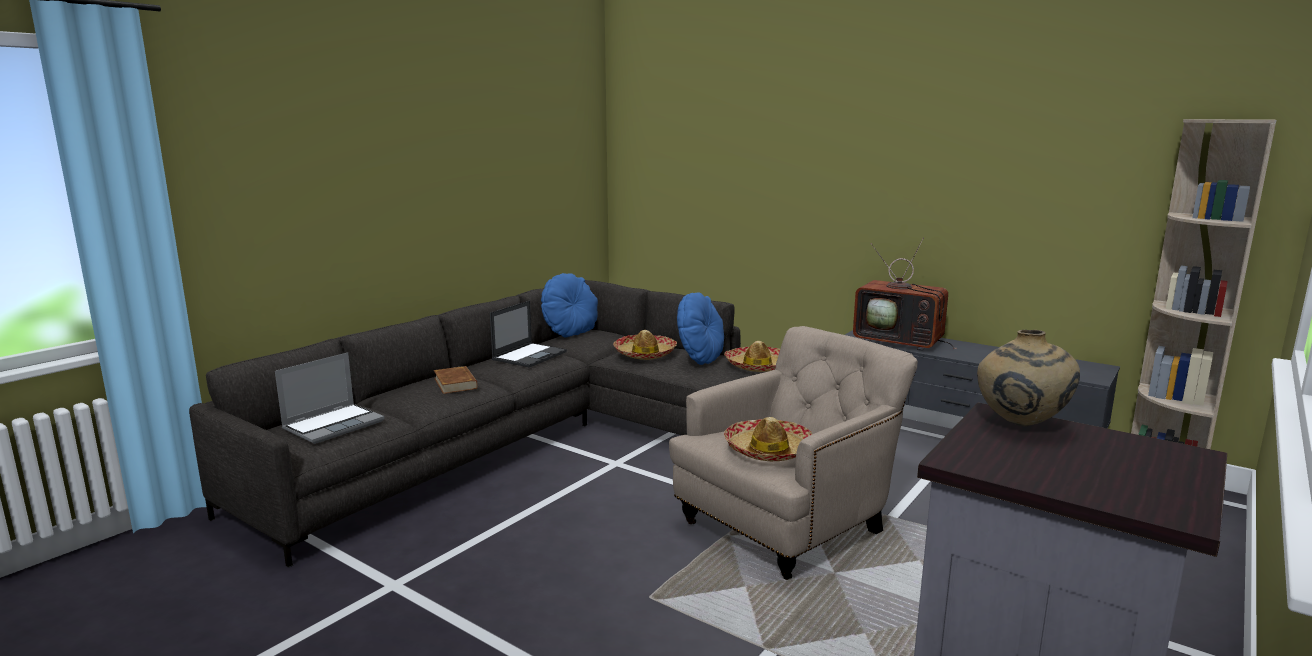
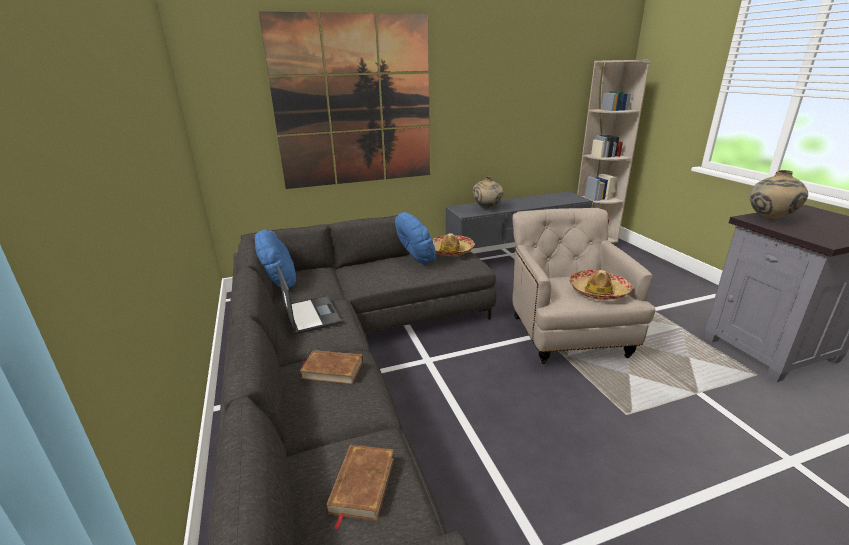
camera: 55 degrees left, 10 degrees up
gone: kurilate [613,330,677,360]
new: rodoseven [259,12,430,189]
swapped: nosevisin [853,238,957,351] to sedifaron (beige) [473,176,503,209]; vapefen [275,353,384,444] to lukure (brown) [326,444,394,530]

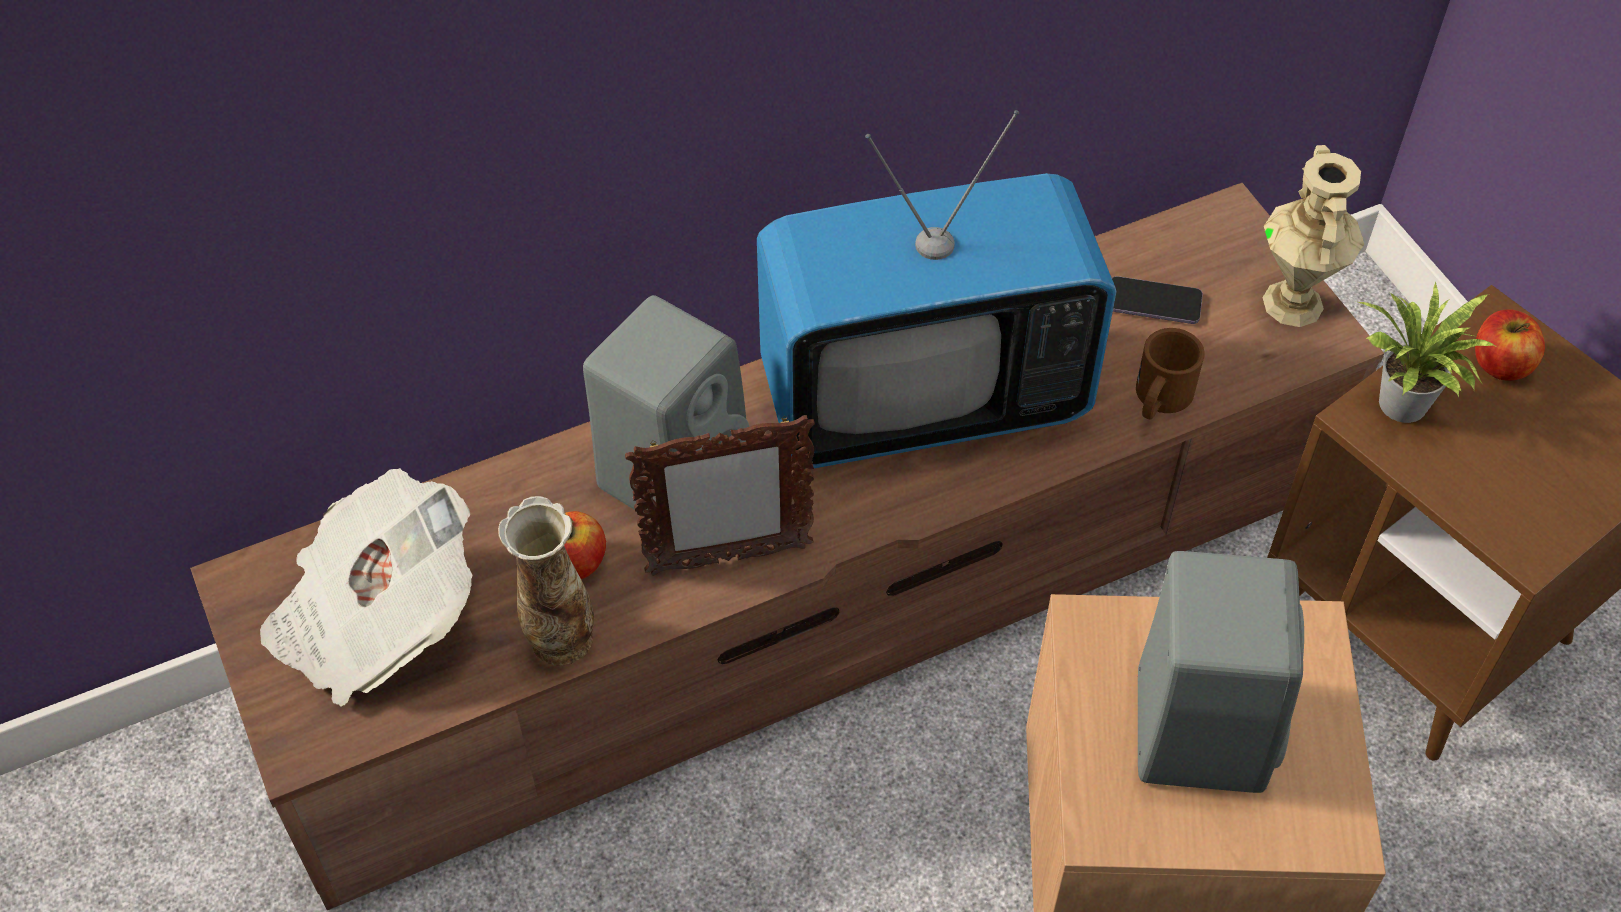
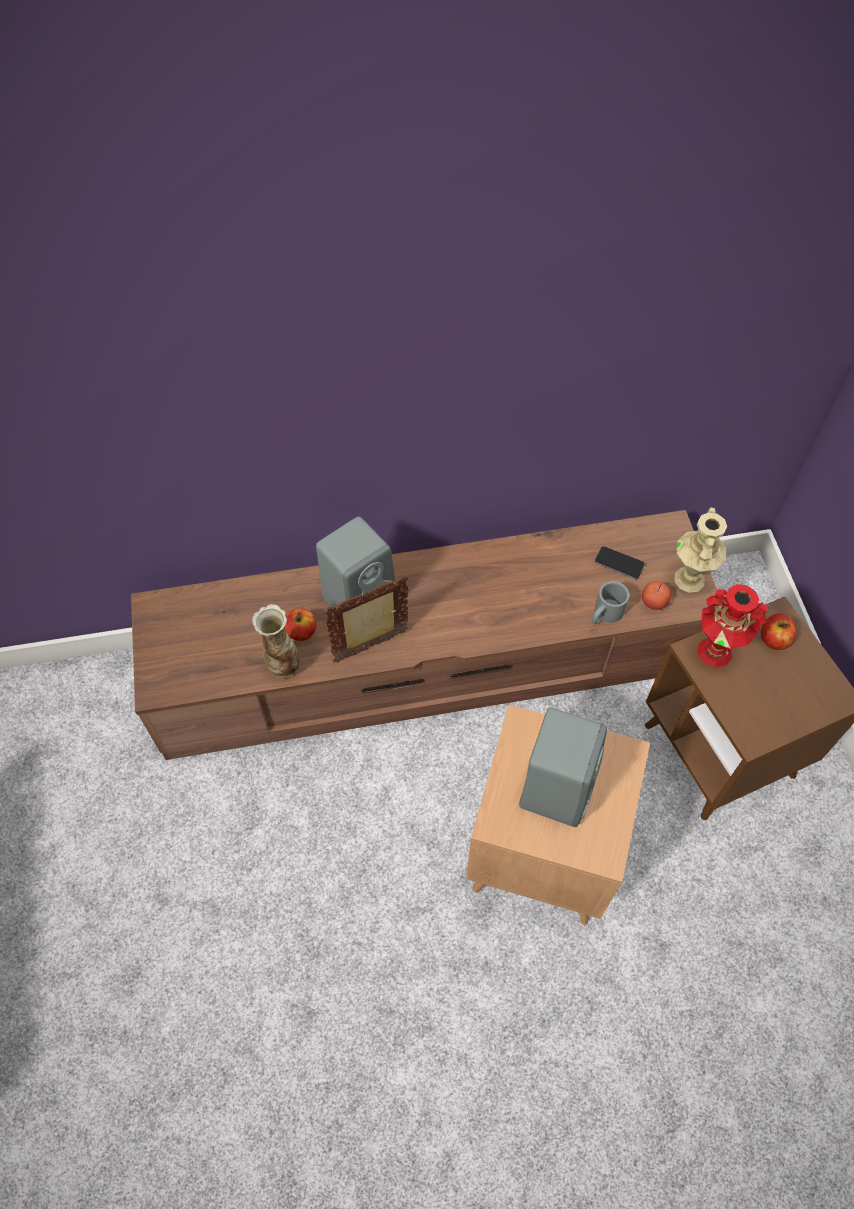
camera: 15 degrees right, 5 degrees up
gone: nosevisin [757,110,1117,469]; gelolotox [260,468,473,706]
new: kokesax [642,581,671,610]
swapped: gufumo [1356,282,1495,423] to sedifaron (red) [697,584,768,667]
repainted: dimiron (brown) [1136,328,1205,420] to dimiron (grey) [592,581,630,624]
rotated: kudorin [625,415,815,576] = [324,576,409,662] 150 degrees clockwise

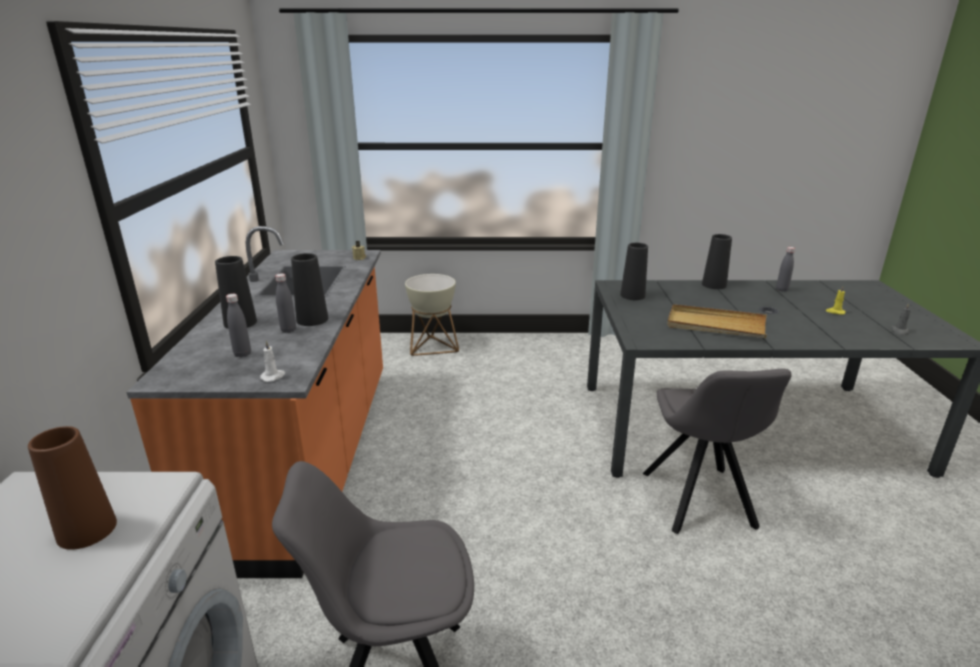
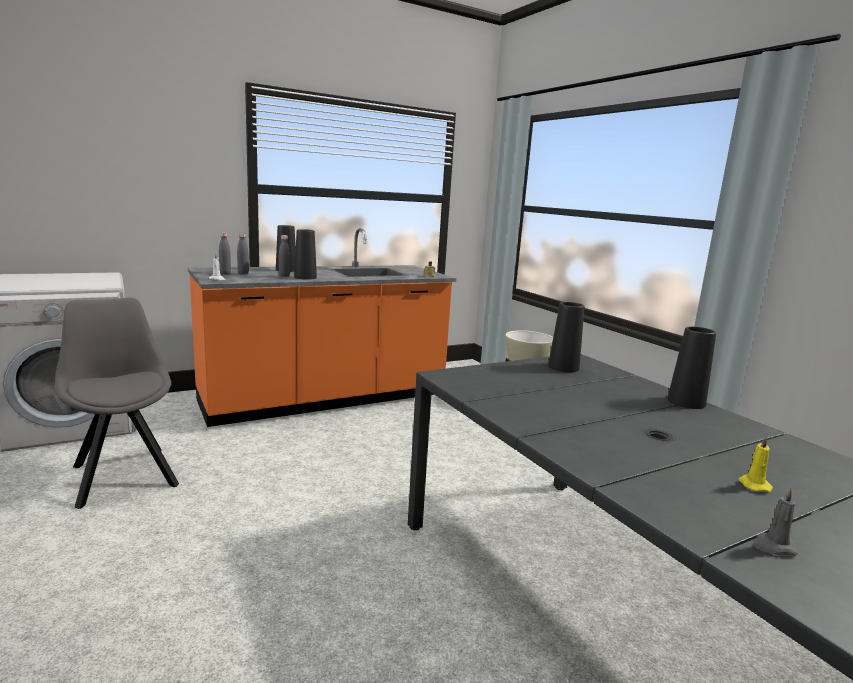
camera: 60 degrees right, 10 degrees down
gone: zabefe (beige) [667,304,767,338]; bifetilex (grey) [643,369,792,534]; sedifaron (brown) [28,426,117,550]
shifted: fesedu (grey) [776,247,795,292] to [219,232,231,275]

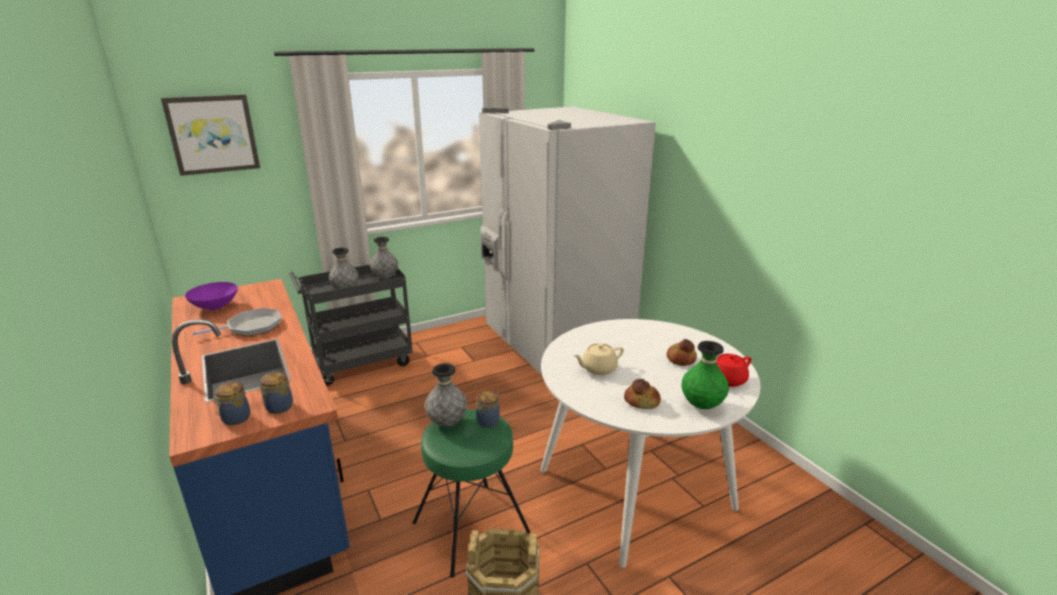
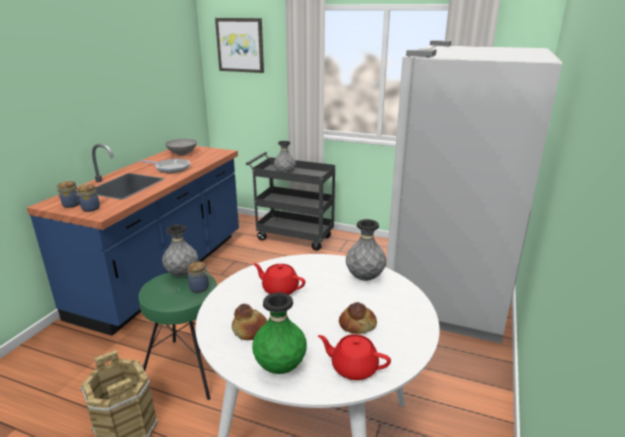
camera: 50 degrees right, 0 degrees up
shifted: sedifaron (grey) [370,237,398,279] to [346,219,386,281]
repainted: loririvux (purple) [185,282,238,310] to loririvux (grey) [165,139,197,155]; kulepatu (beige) [574,343,624,375] to kulepatu (red) [253,263,305,295]

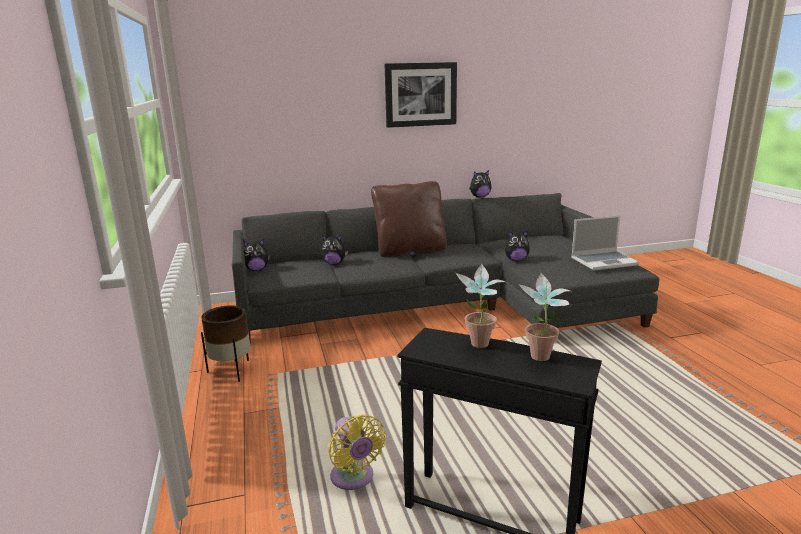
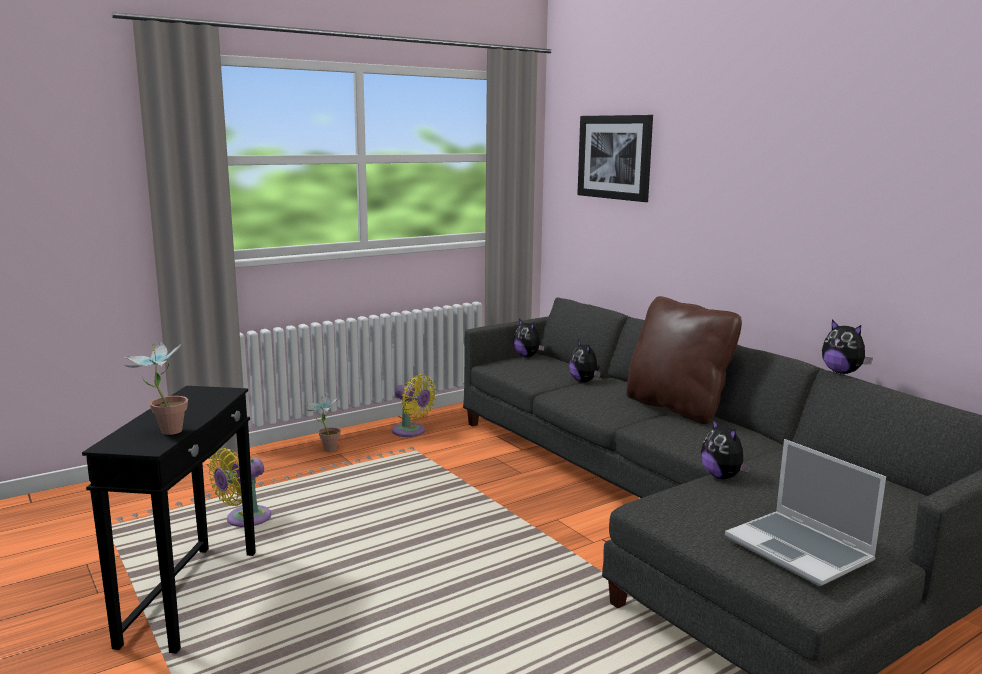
camera: 70 degrees right, 5 degrees down
shifted: rodoseven [385,62,457,128] to [577,115,653,202]; gufumo [456,263,507,348] to [305,394,341,452]
swapped: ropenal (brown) [201,306,251,382] to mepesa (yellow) [392,374,436,437]

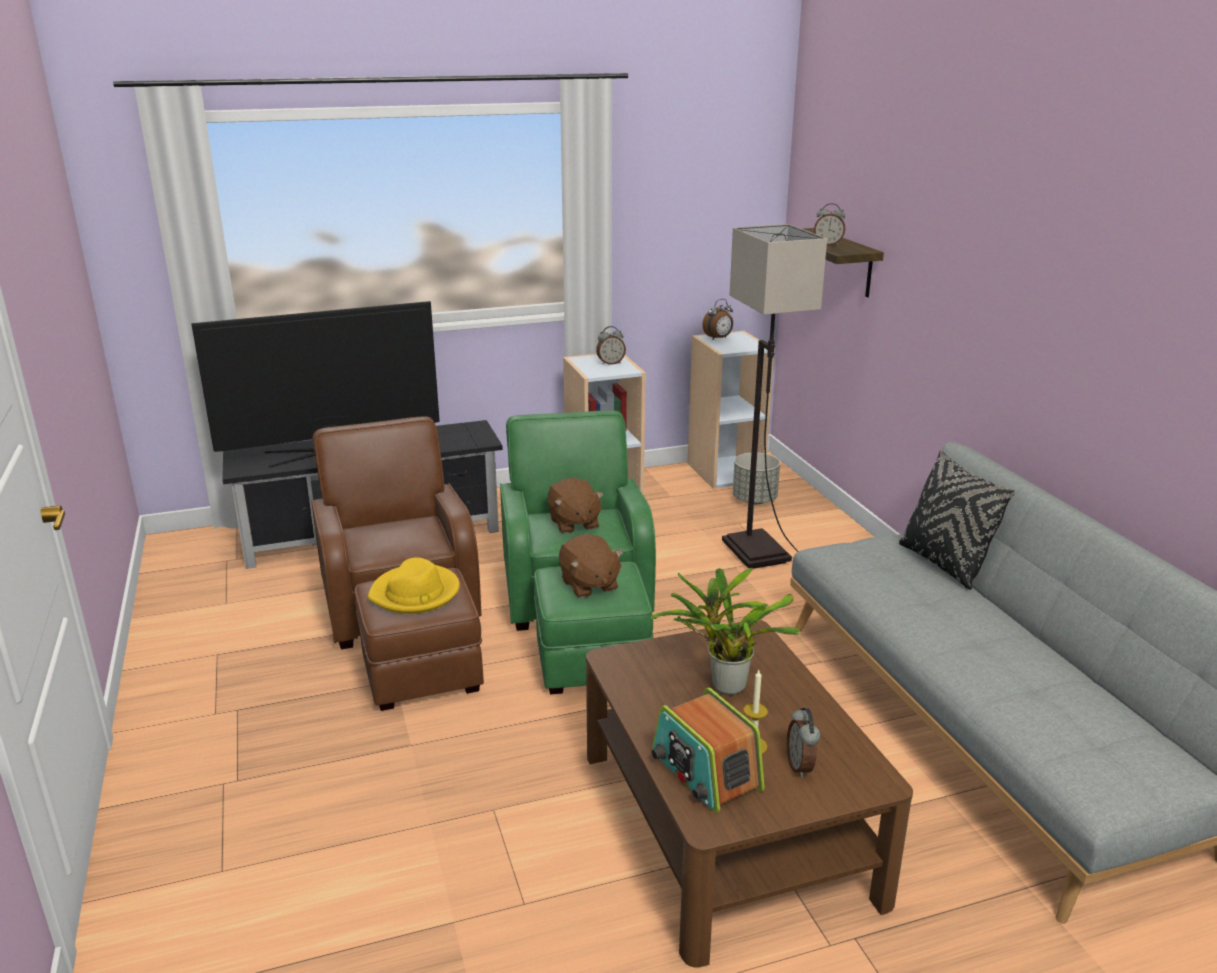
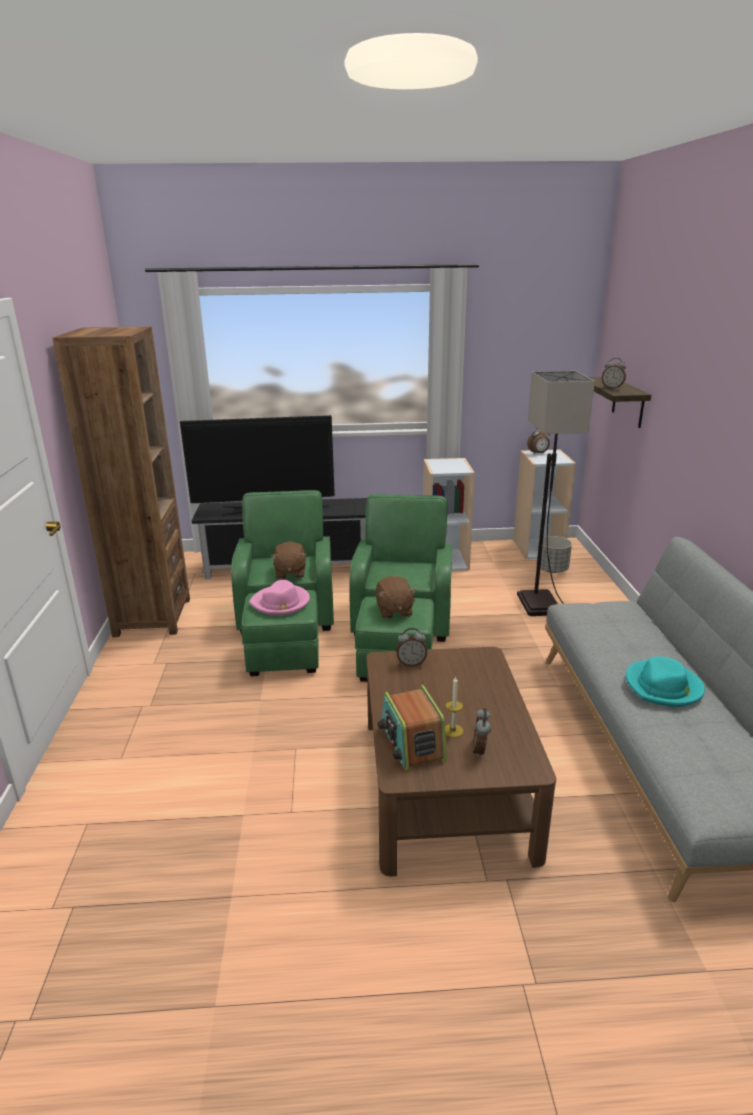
camera: 15 degrees right, 0 degrees up
gone: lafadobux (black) [899,450,1015,590]; gufumo [650,568,801,695]
new: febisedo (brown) [52,326,190,637]; kurilate (turquoise) [626,656,705,707]
shifted: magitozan [596,326,626,365] to [396,628,427,667]; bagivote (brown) [547,478,604,534] to [271,542,307,579]
repainted: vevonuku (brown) [311,416,484,711] to vevonuku (green) [231,490,334,676]; kurilate (yellow) [368,557,460,614] to kurilate (pink) [249,580,310,616]

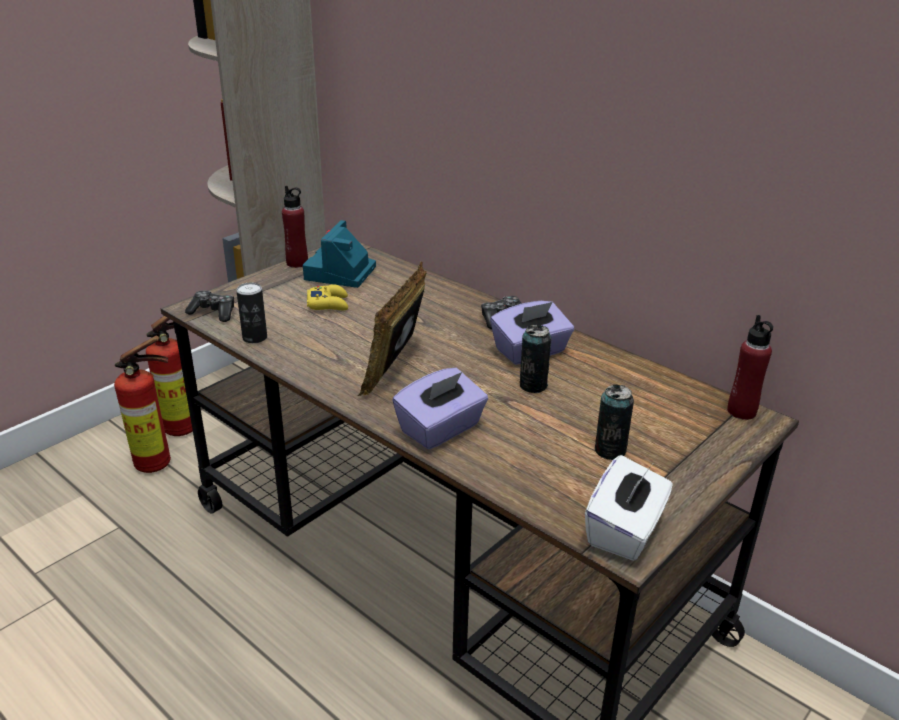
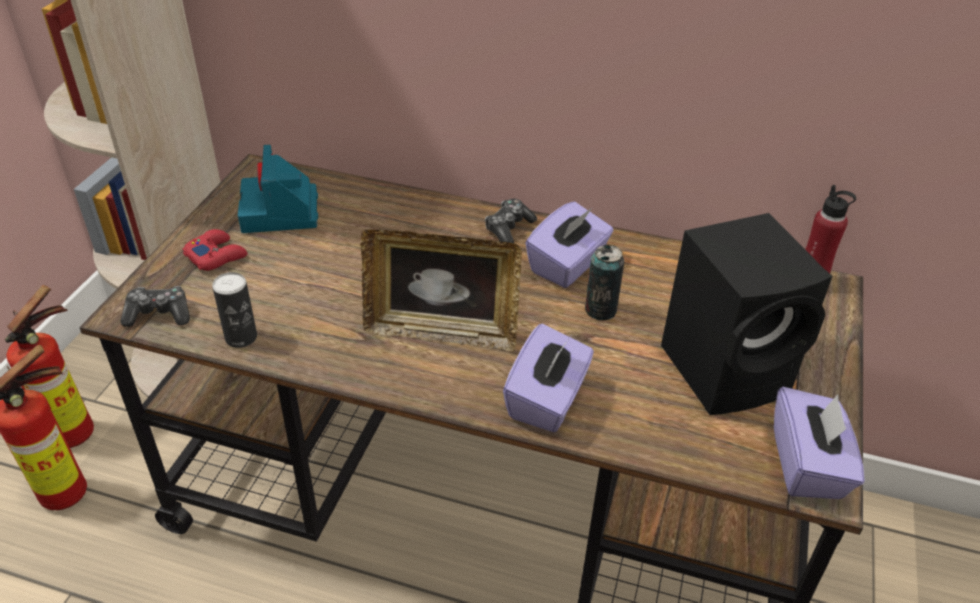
camera: 25 degrees left, 10 degrees up
gone: fesedu (red) [282,186,308,268]; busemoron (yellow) [307,284,348,310]
new: busemoron (red) [182,229,248,271]
swapped: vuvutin [595,384,634,460] to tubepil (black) [661,213,832,415]
repainted: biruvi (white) [585,455,673,561] to biruvi (purple) [774,387,865,499]
rotated: kudorin [358,261,427,396] = [360,229,522,352] 75 degrees counterclockwise

